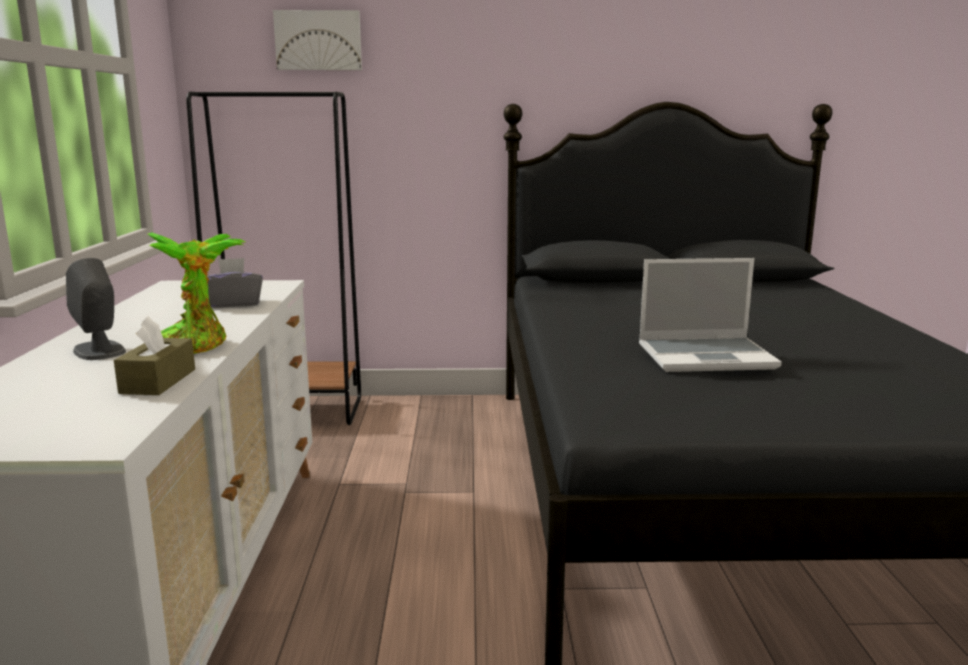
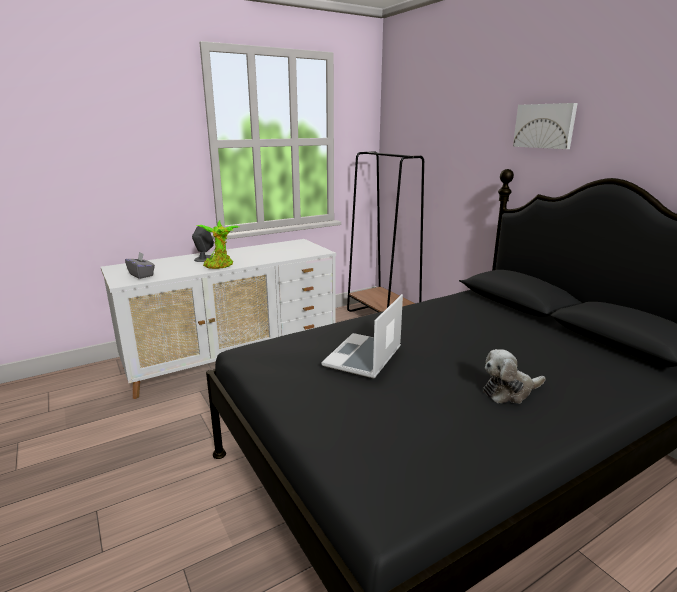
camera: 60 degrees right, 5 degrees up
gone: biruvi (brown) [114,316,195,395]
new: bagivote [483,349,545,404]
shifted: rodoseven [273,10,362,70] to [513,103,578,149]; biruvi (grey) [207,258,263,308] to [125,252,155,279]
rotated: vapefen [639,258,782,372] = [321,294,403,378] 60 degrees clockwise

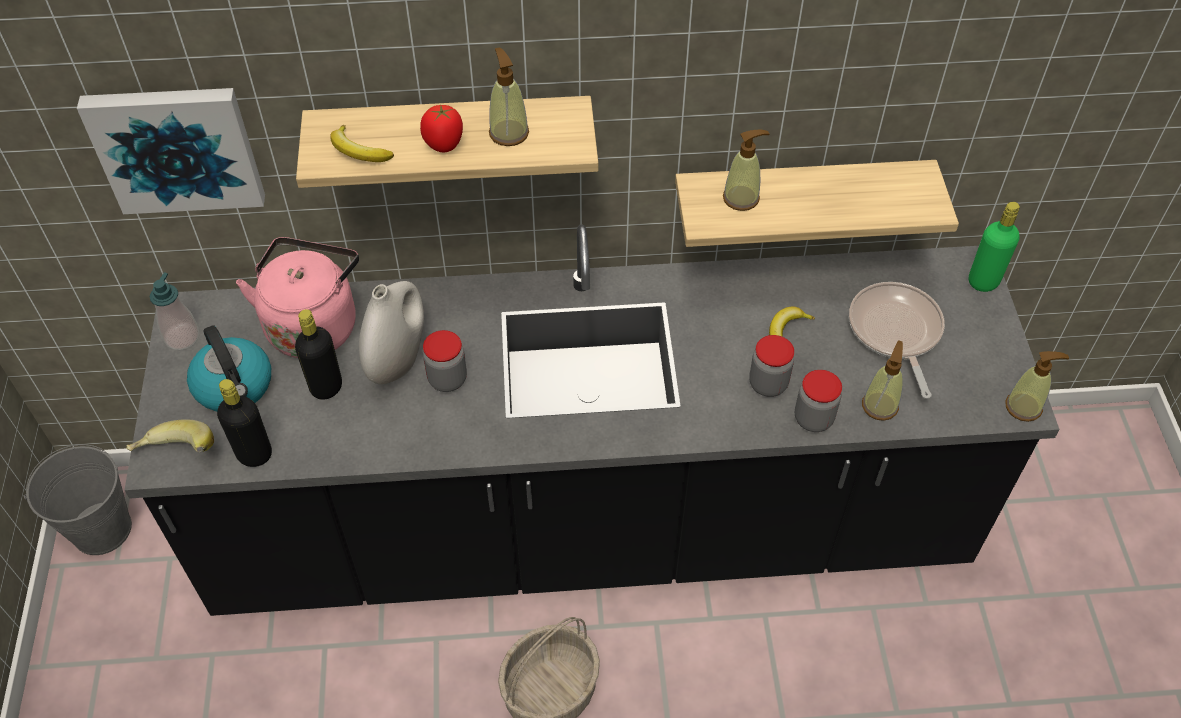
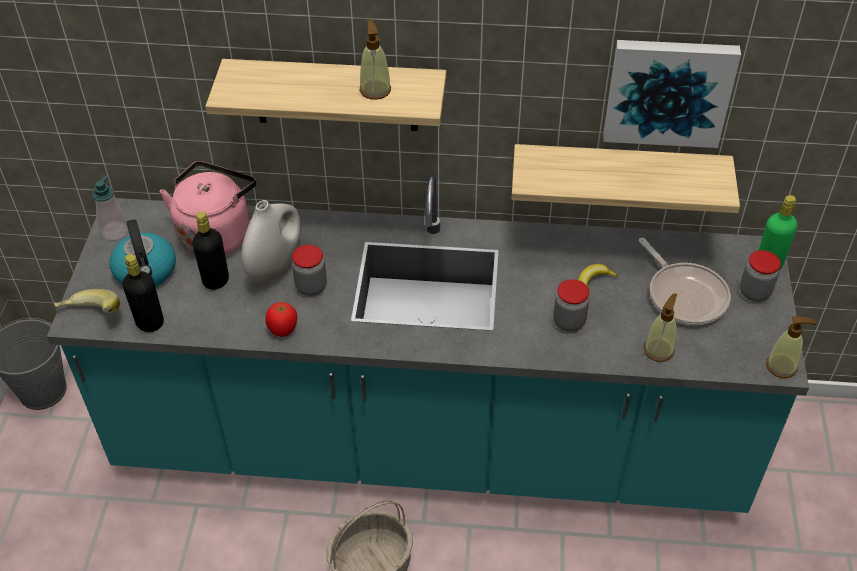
camera: 10 degrees right, 5 degrees down
gone: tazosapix [330,125,394,162]; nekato [723,129,769,211]
shifted: rodoseven [77,88,265,214] to [604,40,741,148]; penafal [420,105,463,152] to [265,302,297,337]; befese [795,370,842,432] to [740,250,781,302]
repainted: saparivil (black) [124,224,1060,616] to saparivil (turquoise) [47,175,809,513]
rotated: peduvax [849,282,945,399] = [638,238,731,325] 150 degrees clockwise

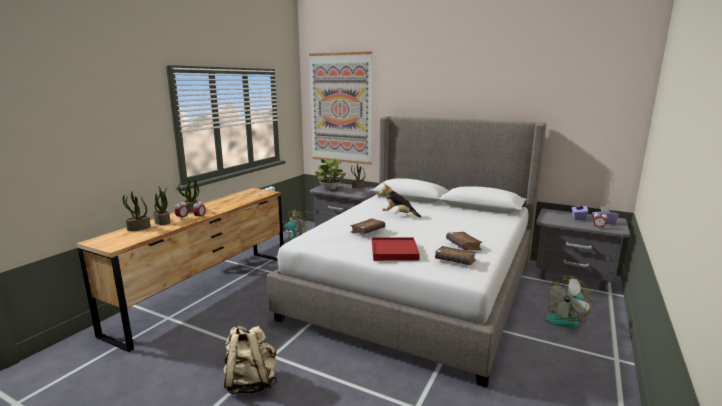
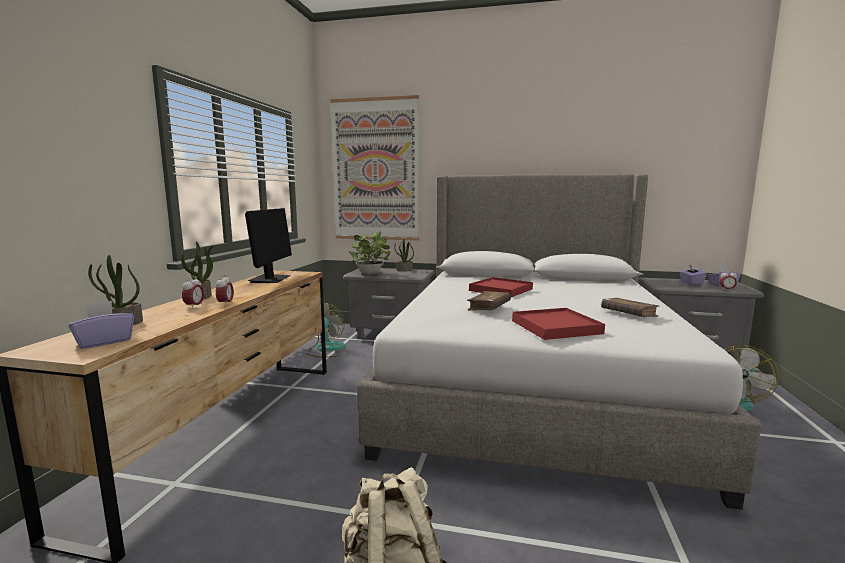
camera: 15 degrees left, 5 degrees down
gone: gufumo [153,187,171,225]; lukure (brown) [435,246,477,265]
new: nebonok [245,208,292,283]; biruvi (purple) [68,301,134,349]
swapped: bagivote [379,183,421,218] to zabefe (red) [469,277,533,297]

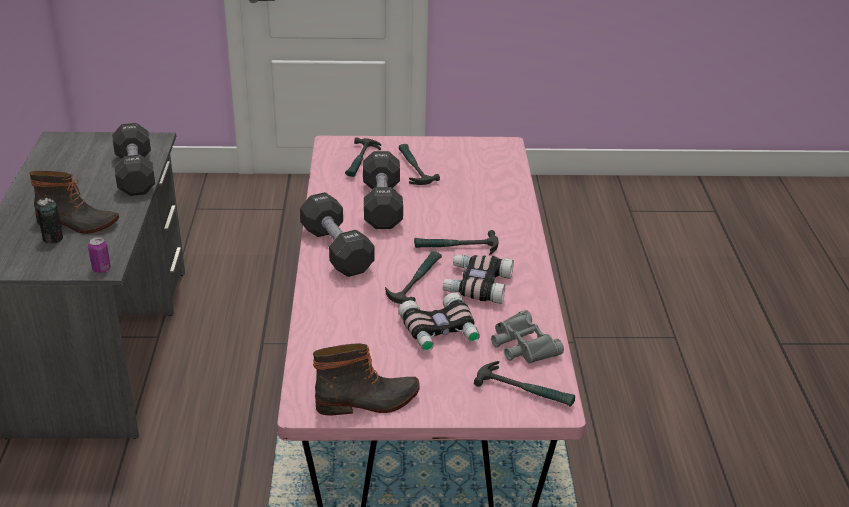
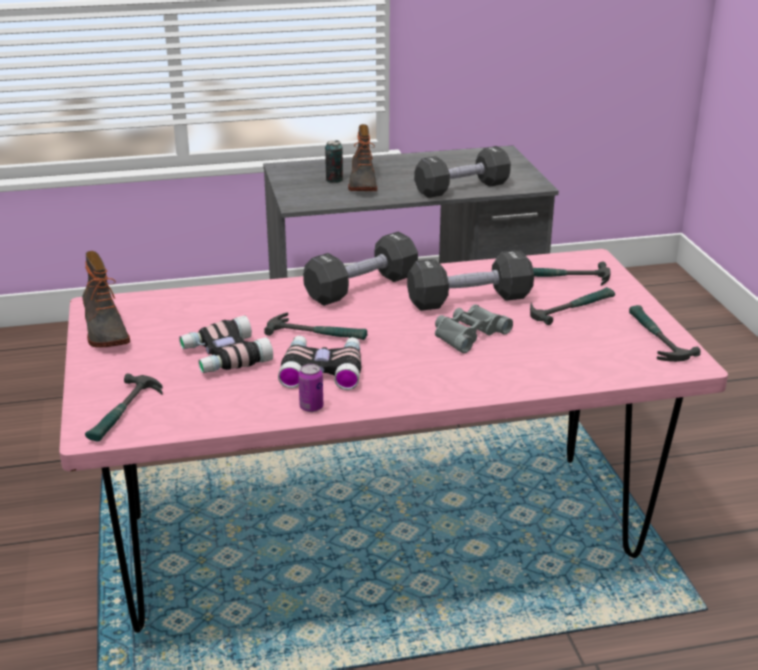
camera: 80 degrees right, 5 degrees down
shifted: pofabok [414,230,499,255] to [629,305,701,362]; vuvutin [88,237,111,273] to [298,364,323,412]; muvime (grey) [491,310,564,364] to [435,304,513,353]

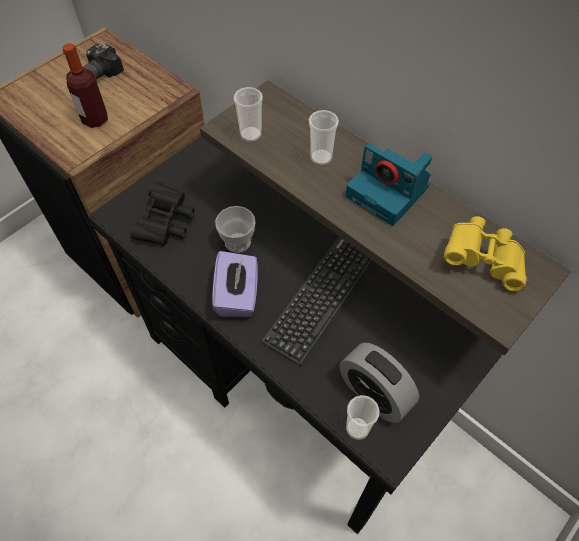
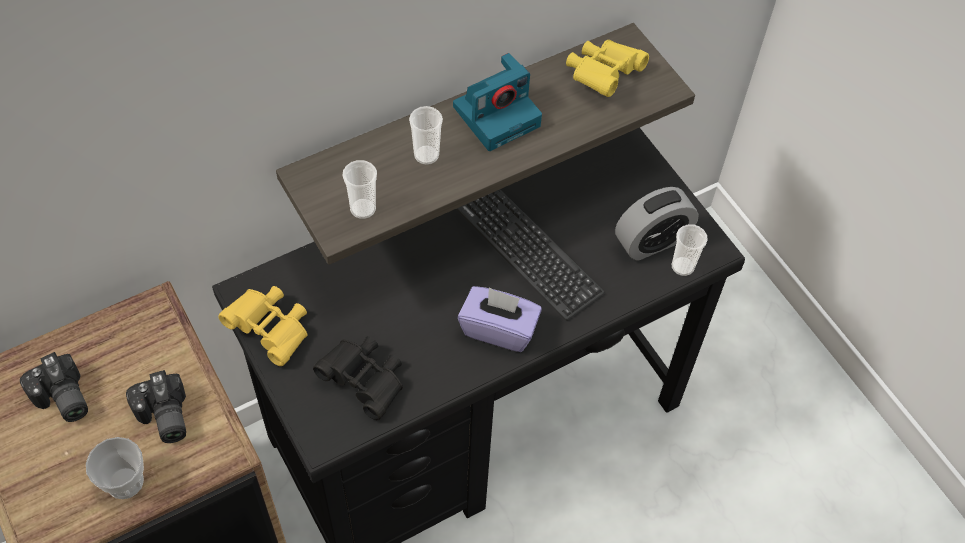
camera: 75 degrees left, 0 degrees up
new: muvime (yellow) [219,286,307,366]
shifted: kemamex [215,206,256,253] to [86,437,144,499]
swapped: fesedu [63,43,108,128] to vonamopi [126,370,186,443]

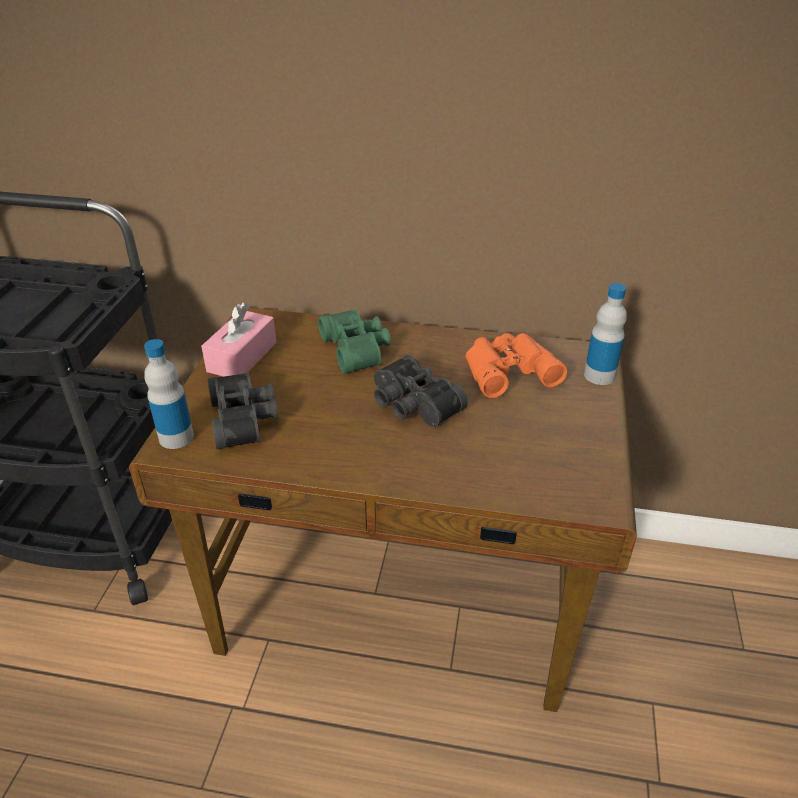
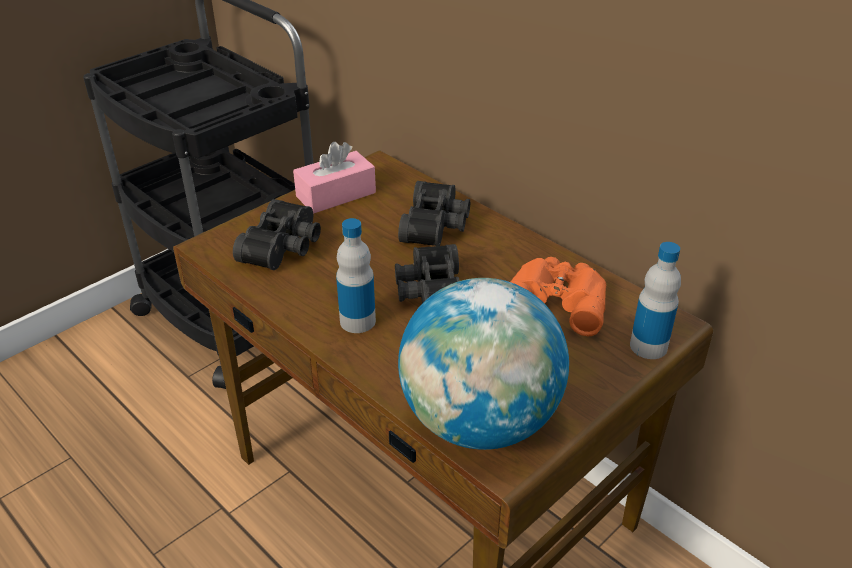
camera: 35 degrees right, 0 degrees up
new: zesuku [398,278,569,450]
shifted: fesedu [144,339,194,449] to [336,218,376,333]
repainted: muvime (green) [318,310,391,374] to muvime (black) [398,181,470,246]

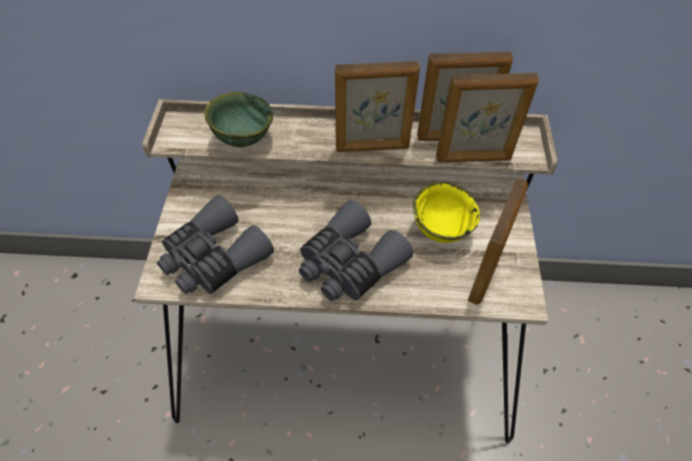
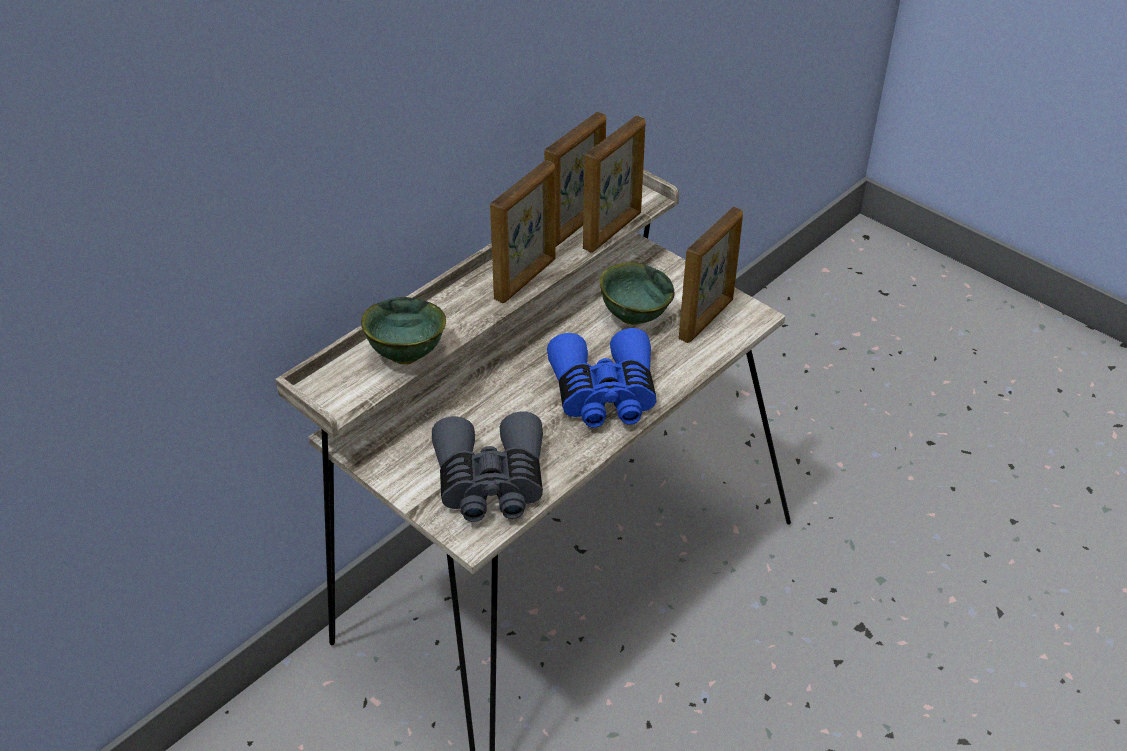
camera: 50 degrees left, 10 degrees down
repainted: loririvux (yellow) [413,182,480,243] to loririvux (green) [600,262,675,325]; muvime (grey) [299,200,413,301] to muvime (blue) [547,328,656,428]
rotated: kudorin [468,178,528,305] = [678,207,743,343] 60 degrees clockwise

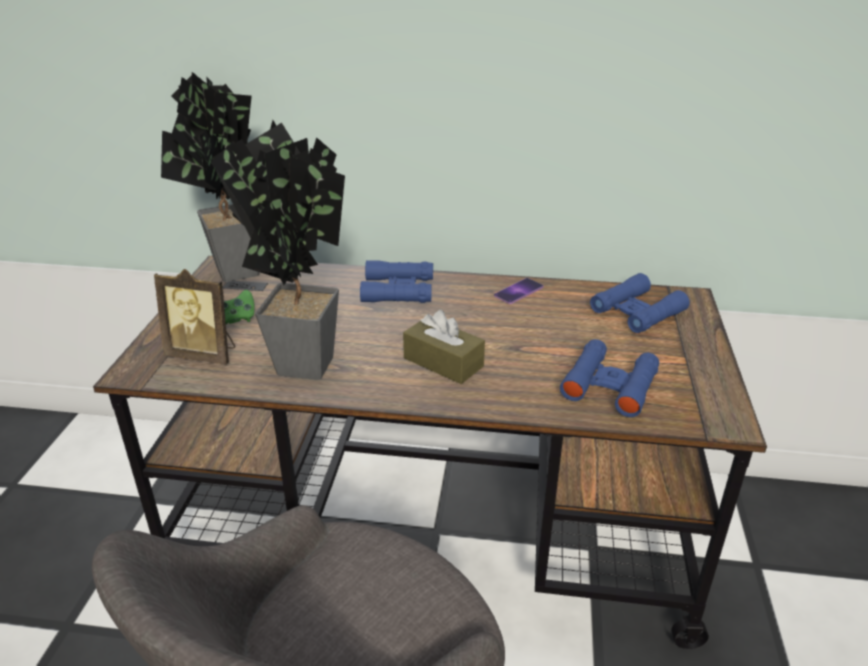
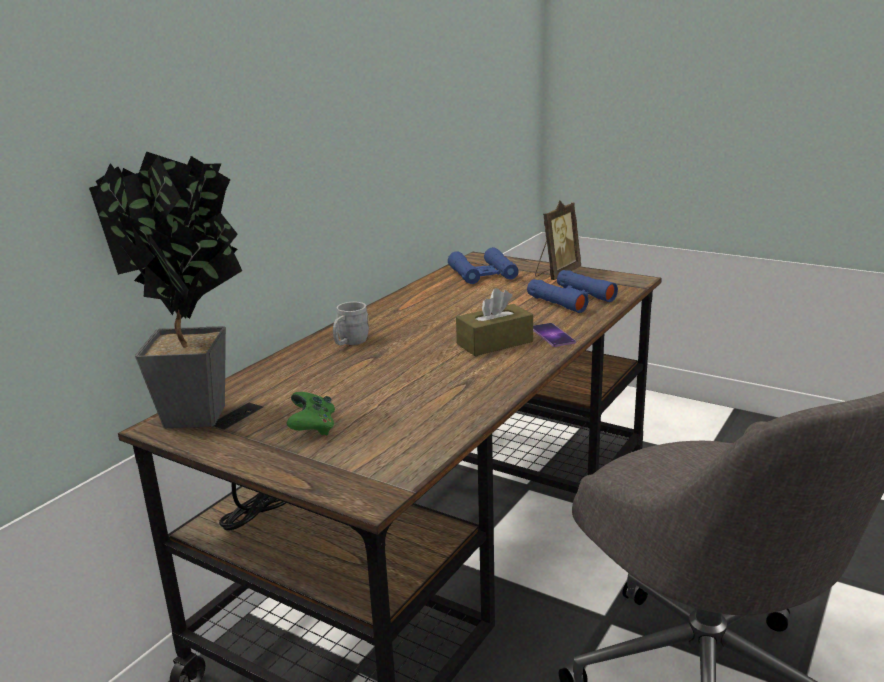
camera: 65 degrees left, 10 degrees down
gone: gufumo [211,120,345,380]
shifted: kudorin [154,269,235,365] to [535,201,581,280]; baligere [494,278,544,304] to [533,323,576,347]
swapped: muvime (blue) [360,260,433,303] to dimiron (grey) [333,302,370,345]

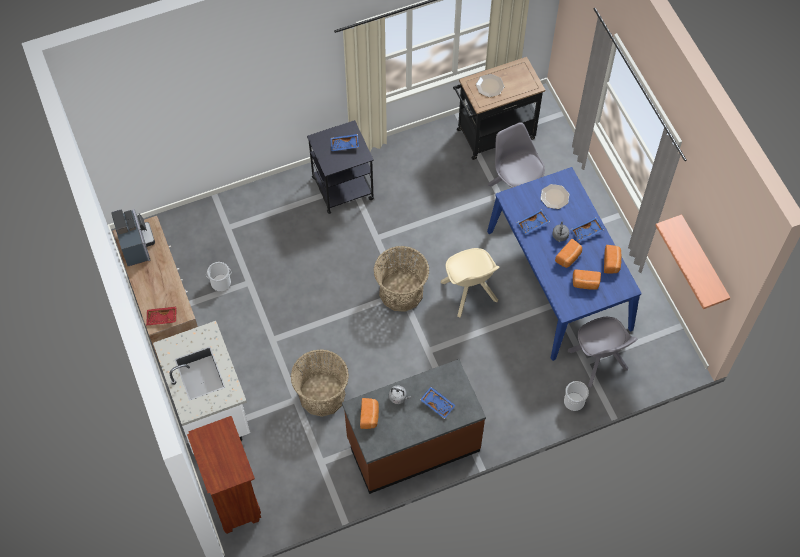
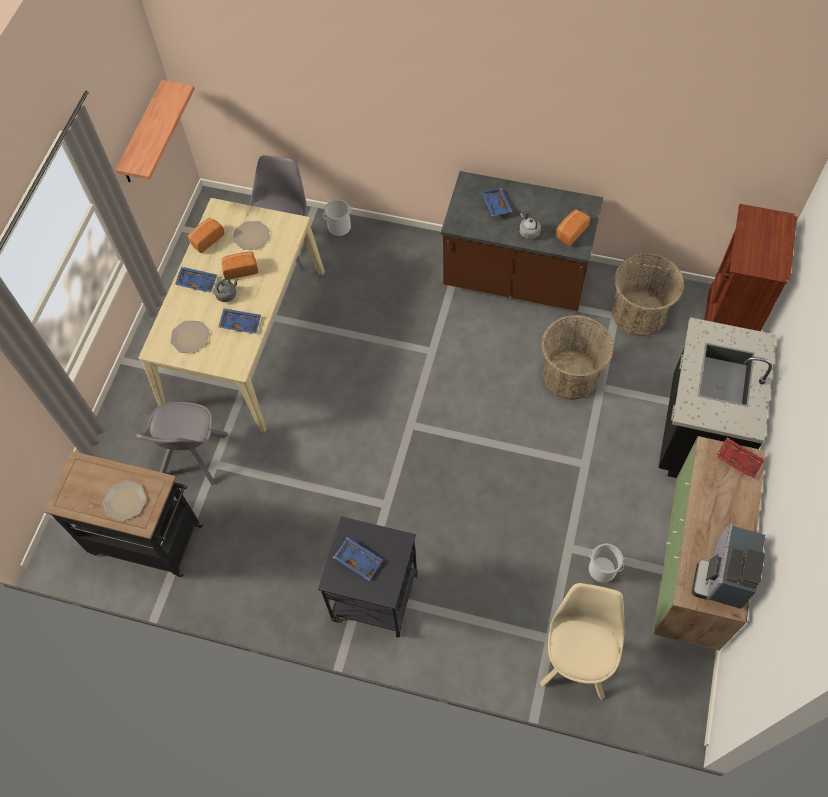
camera: 140 degrees left, 0 degrees up
shifted: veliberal [374,246,430,312] to [612,253,684,337]; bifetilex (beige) [441,248,500,317] to [540,583,624,700]
swapped: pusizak [573,269,601,290] to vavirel [233,221,269,250]
repainted: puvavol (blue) [487,167,642,361] to puvavol (beige) [138,198,325,433]; saparivil (white) [153,321,250,454] to saparivil (black) [658,317,776,478]

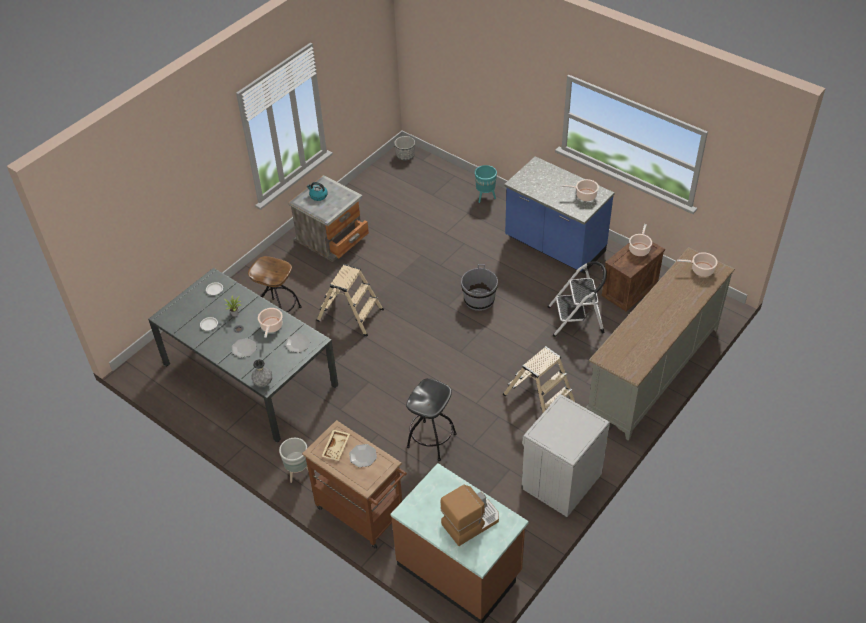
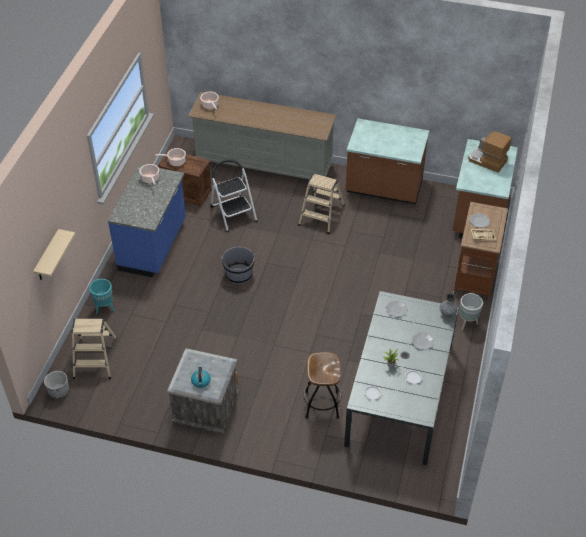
camera: 115 degrees left, 0 degrees up
gone: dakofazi [258,308,283,338]; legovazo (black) [406,378,457,461]
new: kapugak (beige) [33,229,75,280]
shifted: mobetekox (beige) [316,264,384,337] to [71,318,117,380]
swapped: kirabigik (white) [522,394,610,517] to saparivil (brown) [346,118,429,204]

